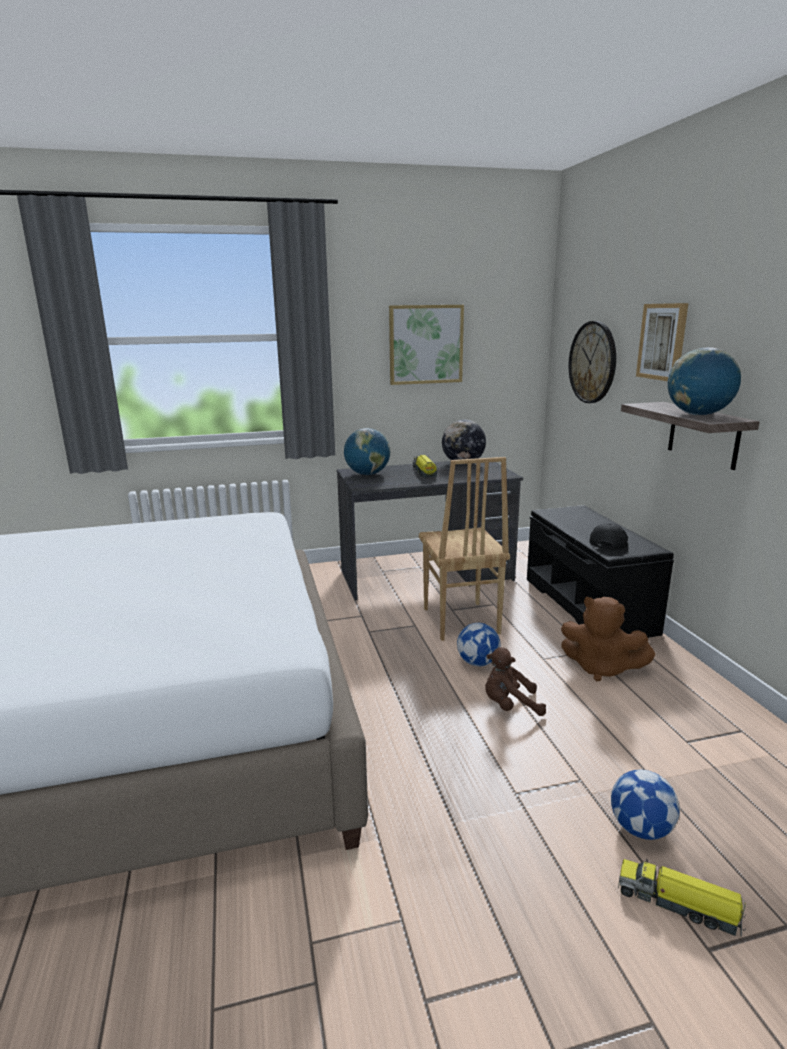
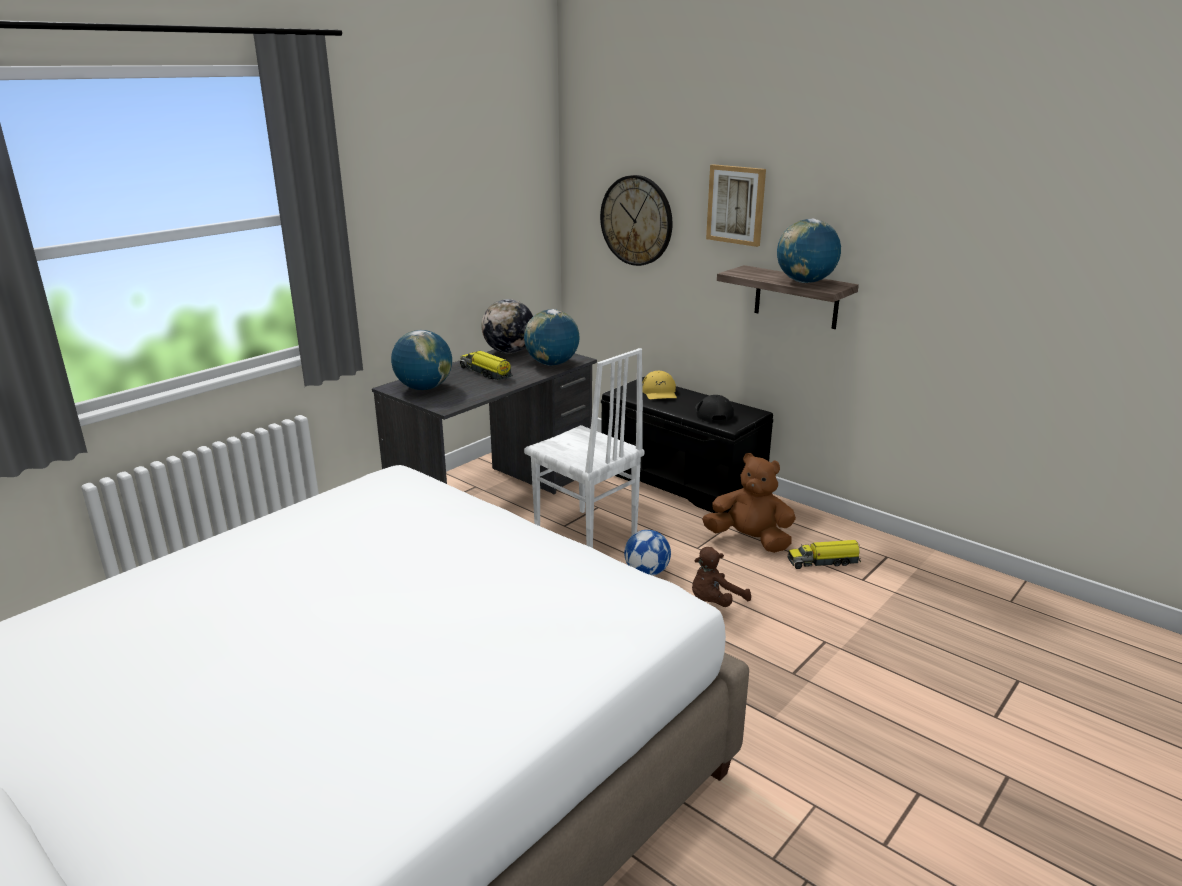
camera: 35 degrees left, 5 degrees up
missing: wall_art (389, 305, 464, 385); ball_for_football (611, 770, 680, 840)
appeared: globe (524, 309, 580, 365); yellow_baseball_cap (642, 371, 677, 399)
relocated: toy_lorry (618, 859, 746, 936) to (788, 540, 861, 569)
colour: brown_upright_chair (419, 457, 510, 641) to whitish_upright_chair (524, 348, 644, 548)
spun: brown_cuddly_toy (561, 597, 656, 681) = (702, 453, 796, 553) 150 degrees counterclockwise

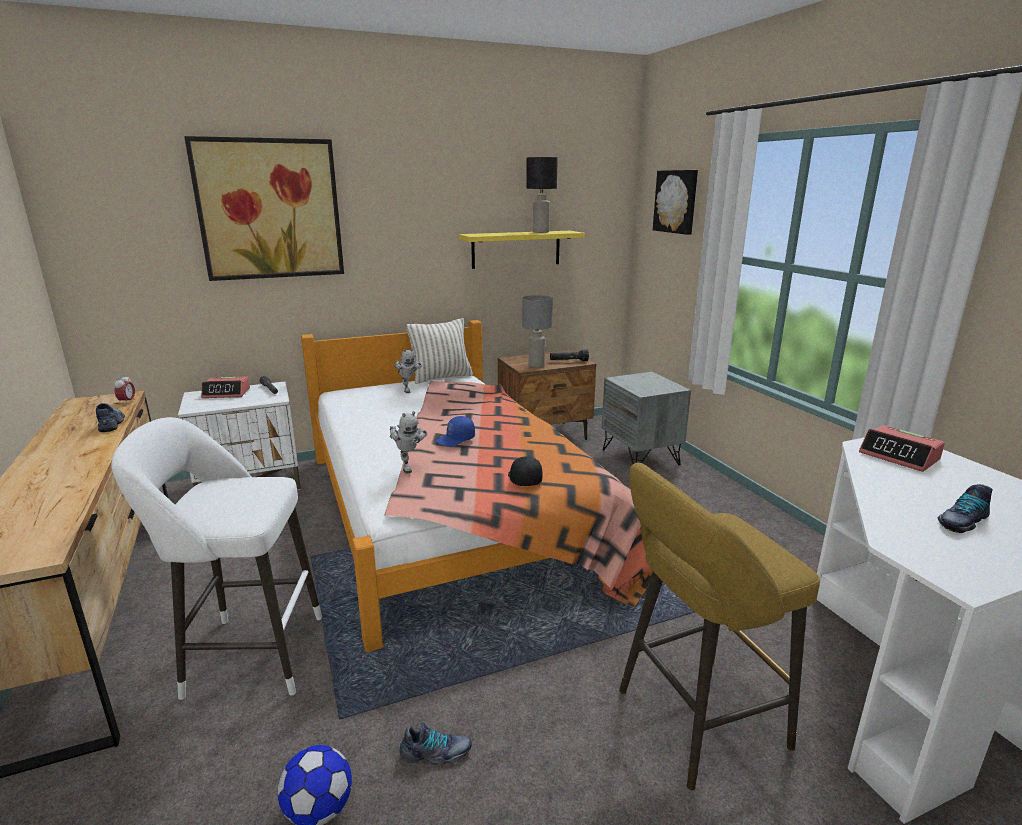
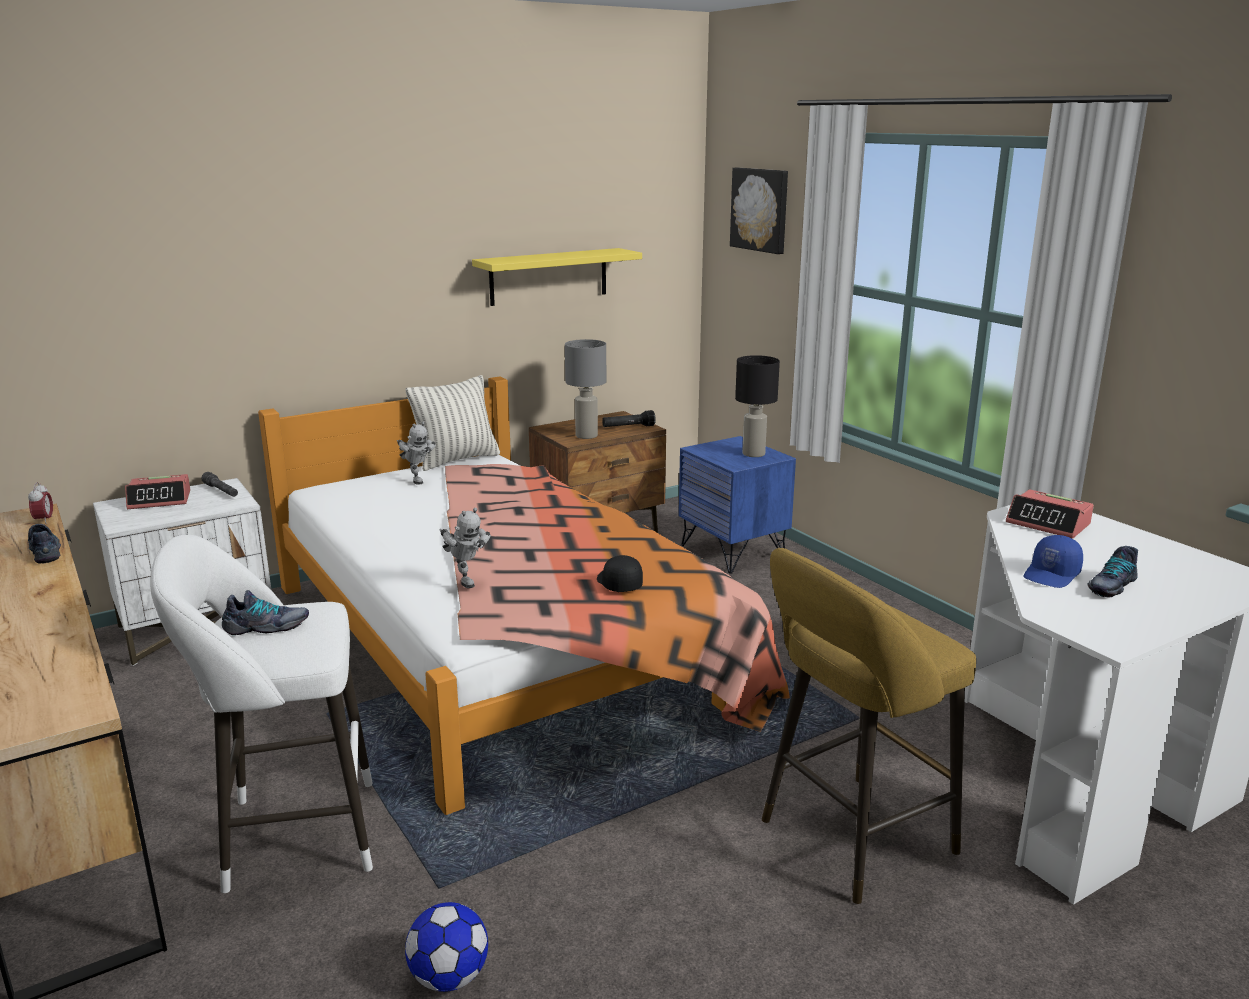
camera: 10 degrees left, 0 degrees up
missing: wall_art (184, 136, 344, 281)
relocated: item_of_footwear (400, 723, 472, 764) to (222, 590, 309, 635); blue-coloured_baseball_cap (436, 416, 475, 447) to (1024, 535, 1083, 588); black-coloured_tabletop_lamp (526, 157, 558, 233) to (735, 355, 780, 457)
colour: gray_nightstand (602, 372, 691, 465) to blue-coloured_nightstand (679, 436, 796, 574)

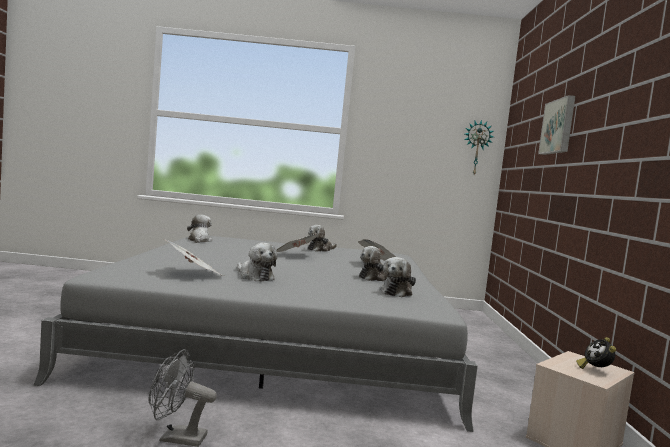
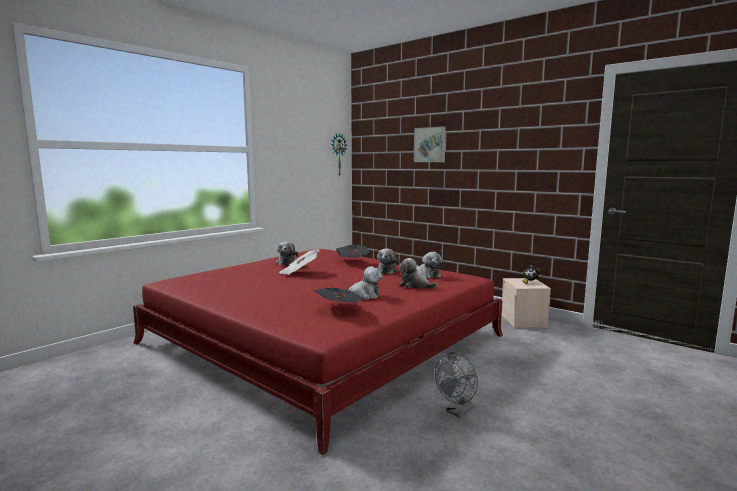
camera: 50 degrees left, 5 degrees up
relocated: cuddly_toy (187, 215, 212, 243) to (399, 258, 437, 288)
colour: gray_sleeping_bed (33, 236, 478, 432) to reddish_sleeping_bed (133, 249, 503, 455)

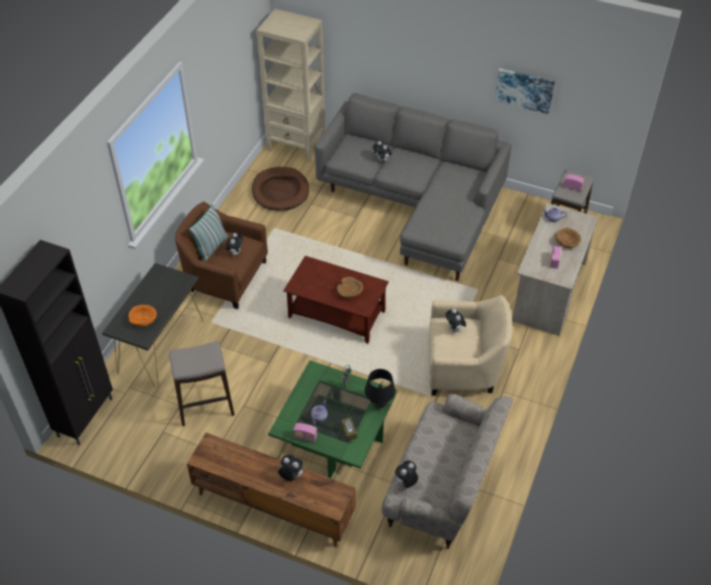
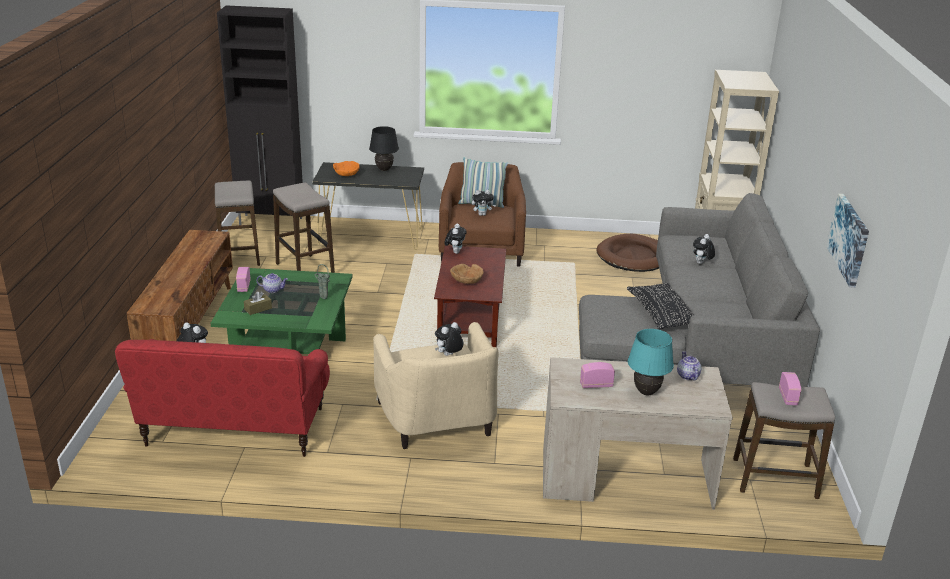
camera: 70 degrees right, 20 degrees down
appeared: stool (215, 181, 260, 266); black-coloured_pillow (627, 283, 694, 330)
relocated: cuddly_toy (278, 455, 304, 481) to (445, 224, 467, 254); black-coloured_tabletop_lamp (365, 369, 396, 408) to (369, 126, 399, 171)
exchanged: brown_serving_bowl (555, 228, 581, 249) to blue-green_tabletop_lamp (628, 329, 674, 395)
colour: sand-coloured_couch (381, 394, 513, 549) to reddish_couch (115, 339, 330, 457)

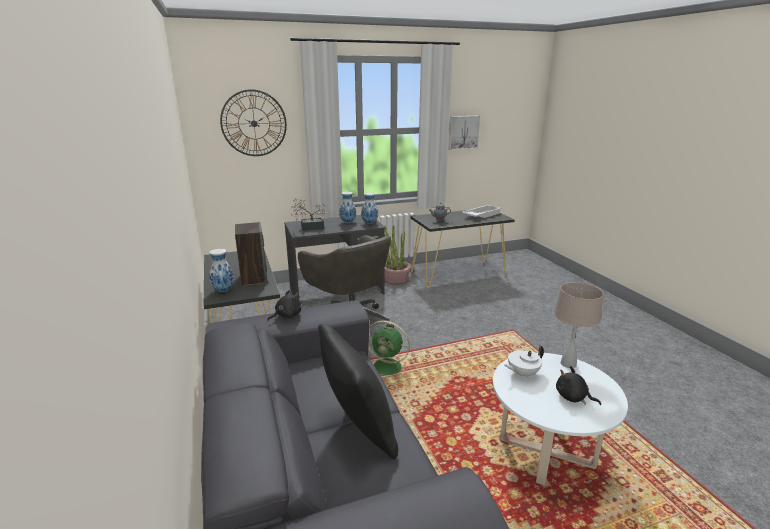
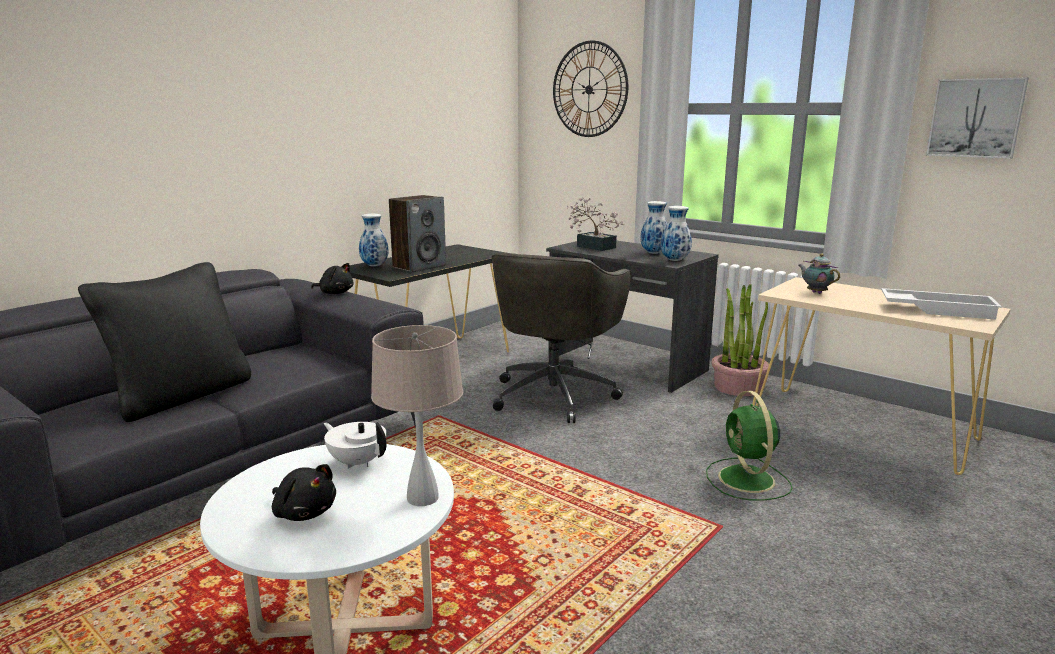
camera: 60 degrees right, 5 degrees down
relocated: green_fan (368, 320, 410, 375) to (706, 391, 793, 501)
colour: black-coloured_narrow_table (410, 210, 515, 288) to sand-coloured_narrow_table (752, 277, 1011, 475)
spun: black-coloured_cuddly_toy (556, 366, 601, 405) = (272, 464, 336, 521) 120 degrees clockwise

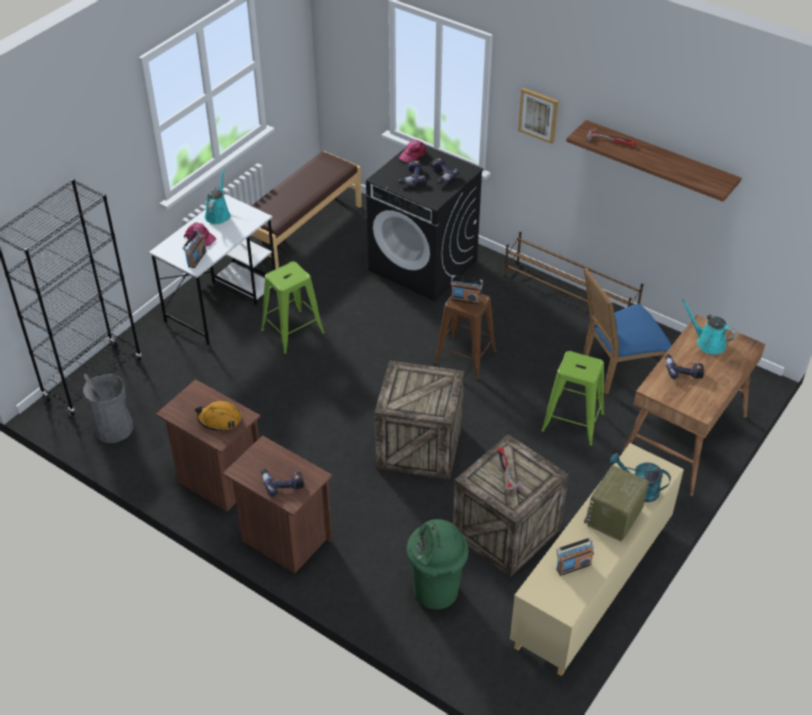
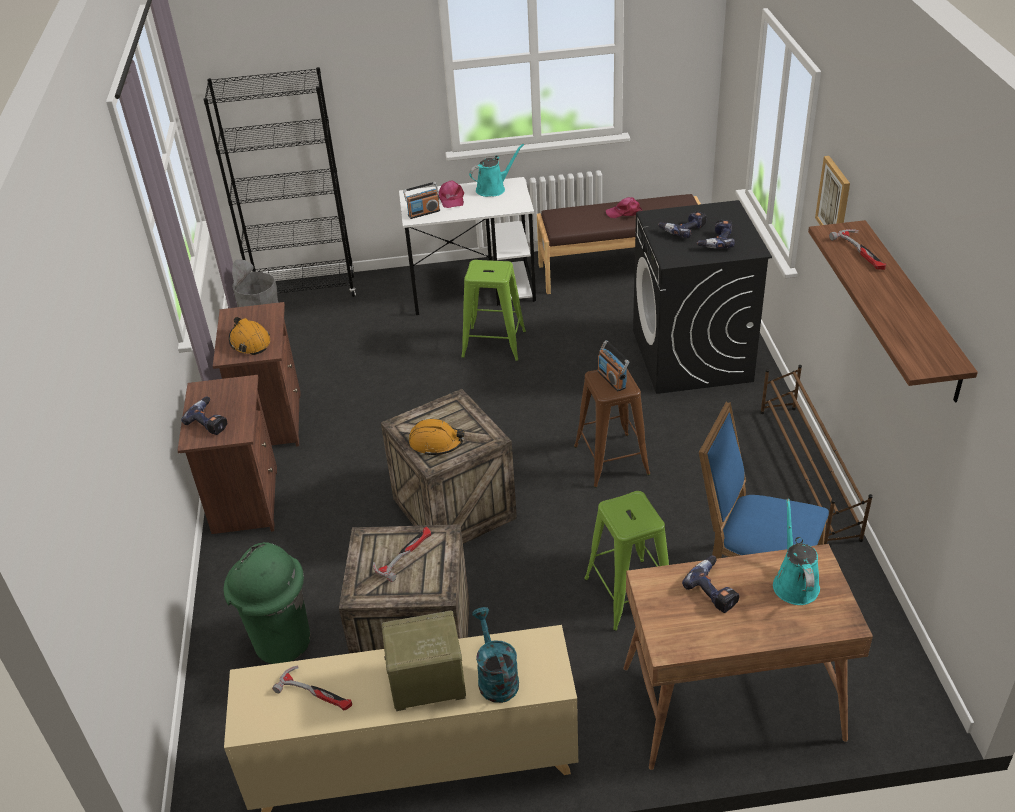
camera: 50 degrees right, 5 degrees down
appeared: orangey_safety_helmet (409, 419, 465, 456)
relocated: pink_baseball_cap (399, 140, 426, 163) to (606, 197, 642, 218)
exchanged: radio_set (556, 538, 594, 576) to hand_hammer (272, 665, 352, 710)

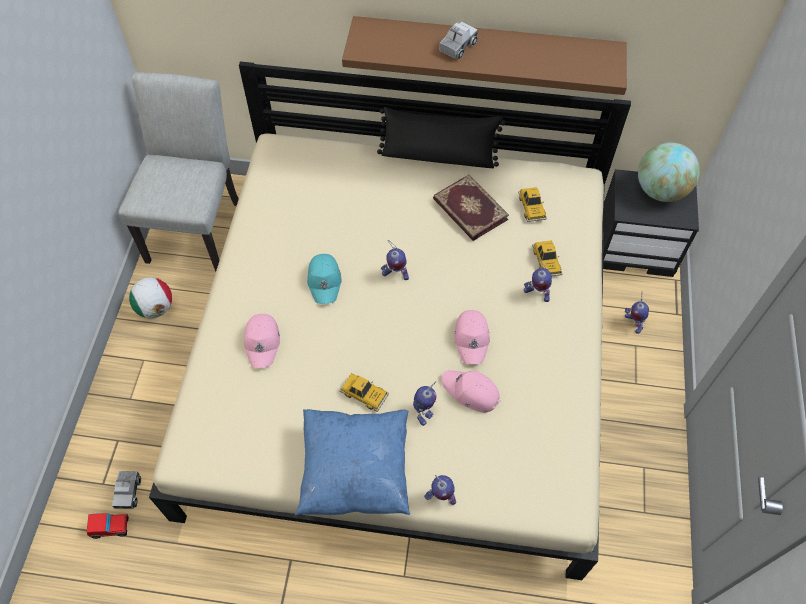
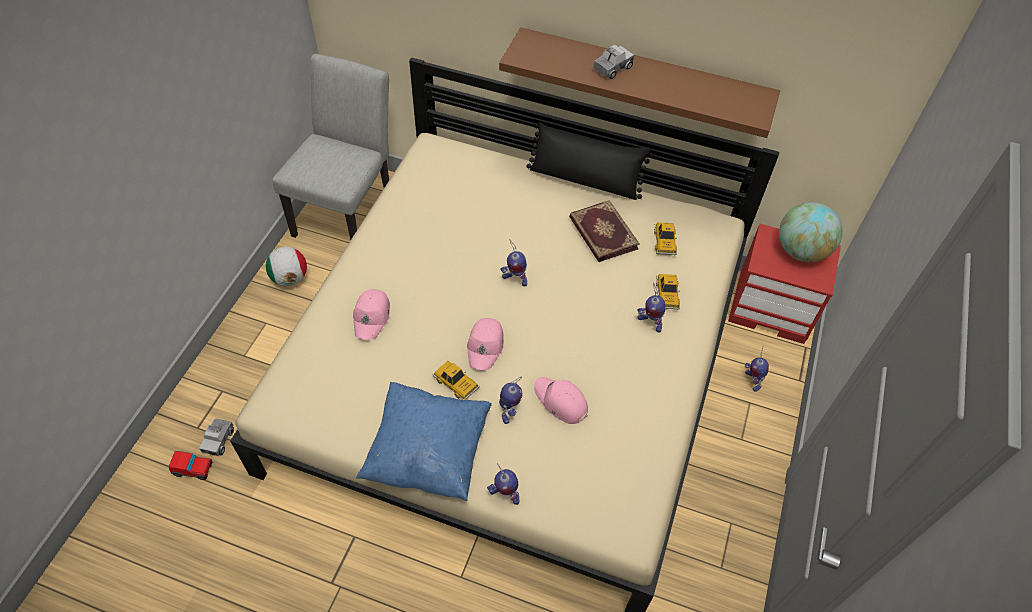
camera: 10 degrees right, 5 degrees down
missing: blue-green_baseball_cap (307, 254, 342, 304)
relocated: pink_baseball_cap (454, 310, 490, 364) to (467, 318, 504, 370)
colour: black-coloured_nightstand (603, 169, 699, 277) to reddish_nightstand (728, 224, 841, 344)

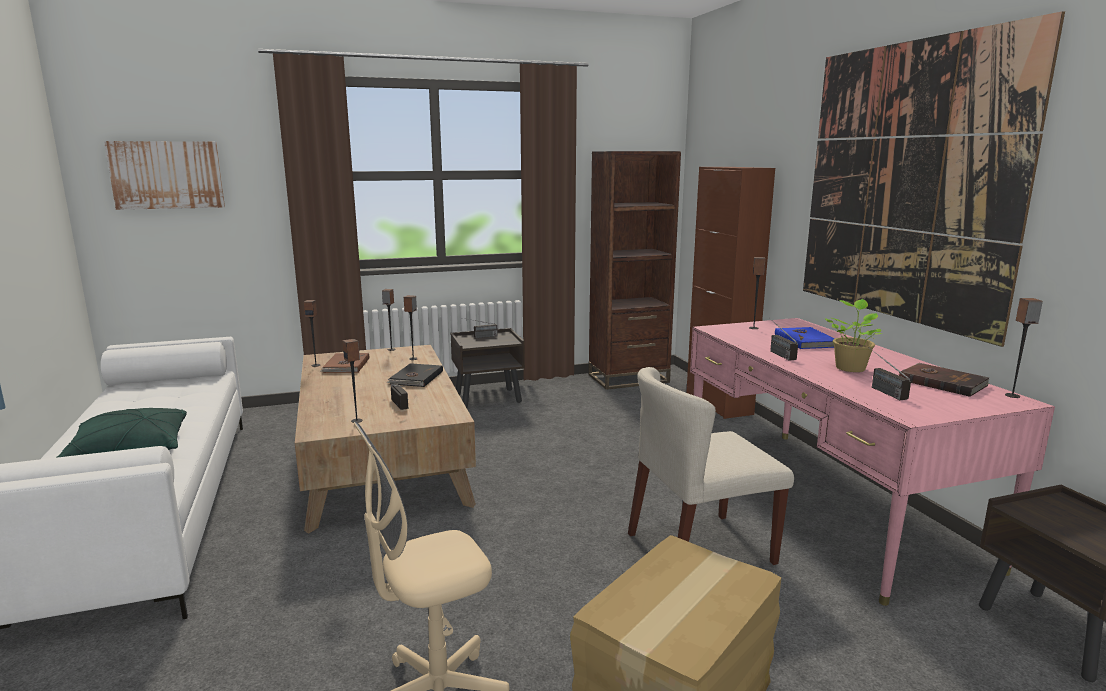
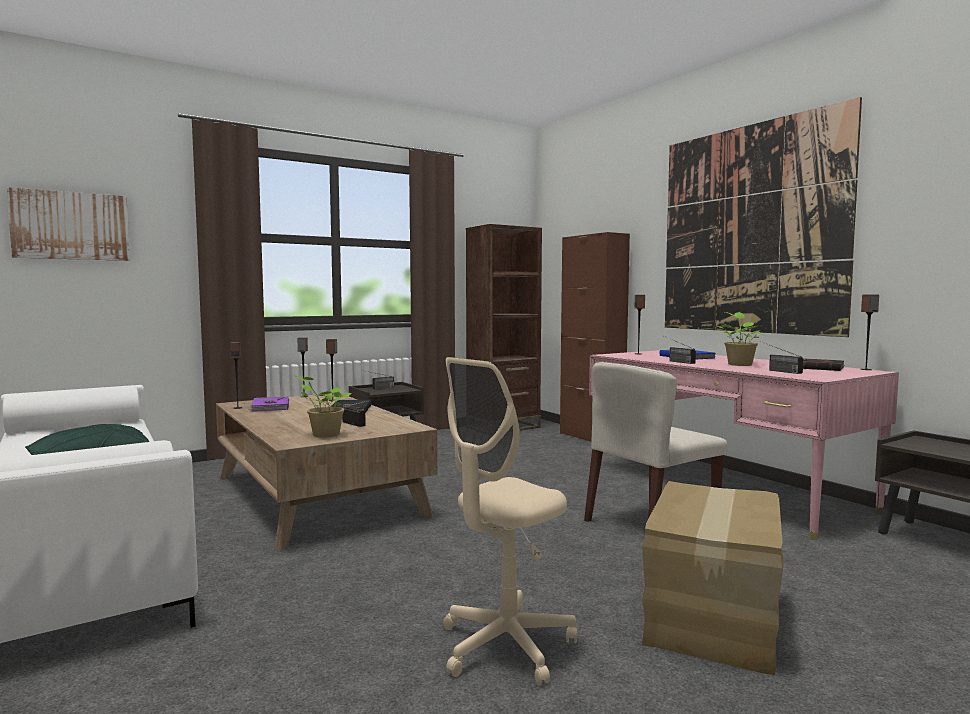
camera: 15 degrees left, 10 degrees down
exchanged: audio_speaker (343, 339, 363, 423) to potted_plant (294, 375, 351, 438)
colour: brown_volume (320, 353, 369, 373) to purple_volume (248, 396, 289, 412)

